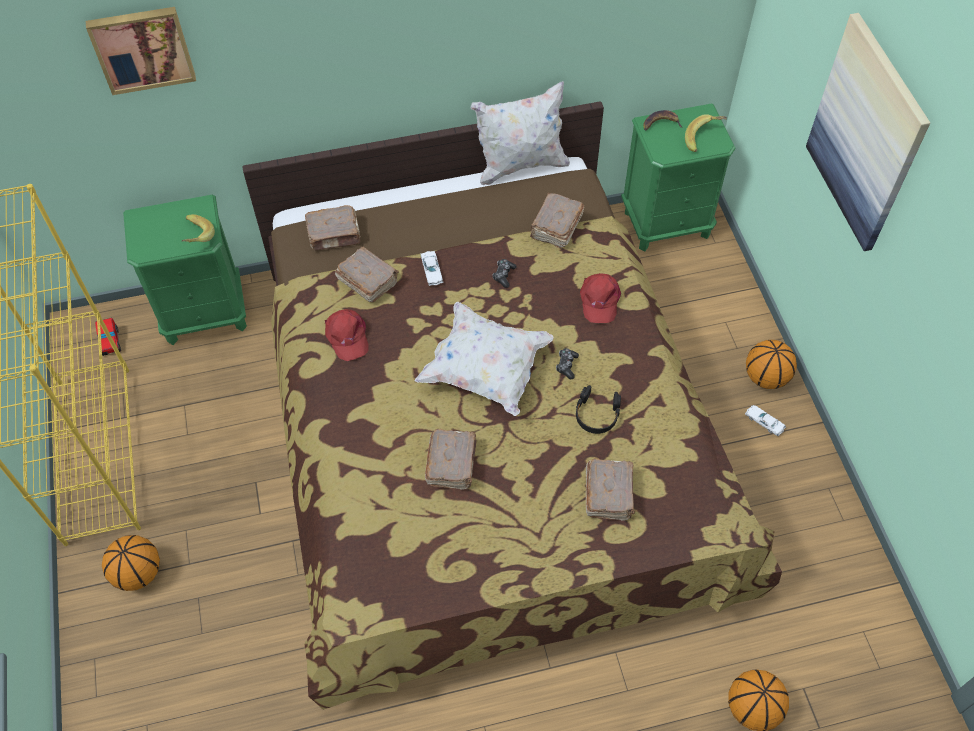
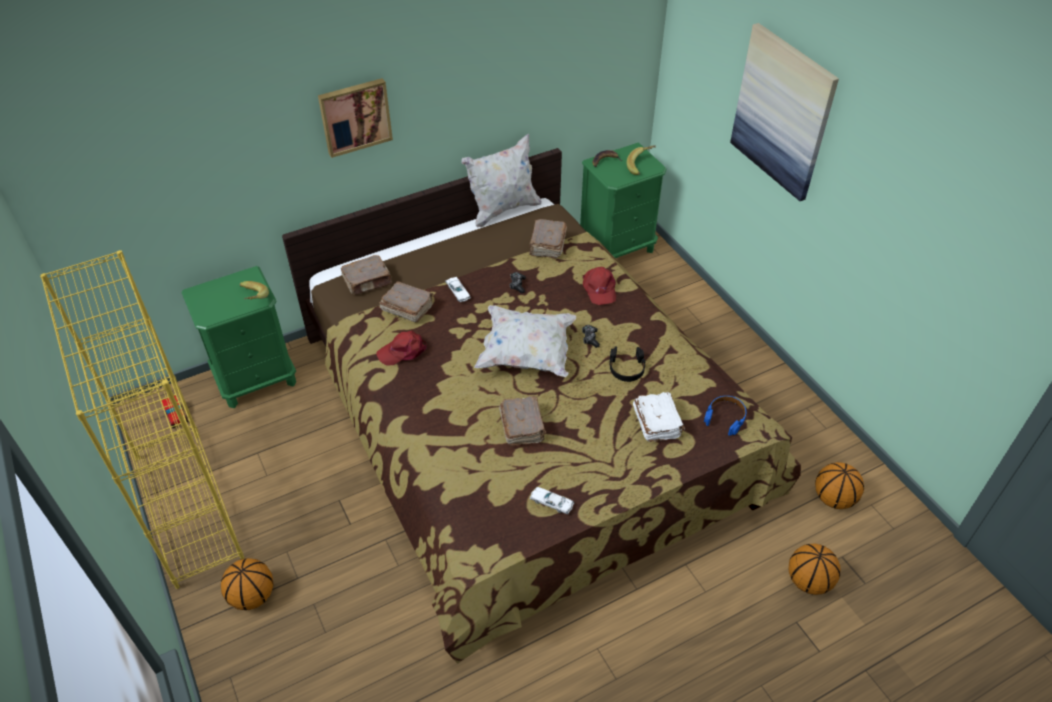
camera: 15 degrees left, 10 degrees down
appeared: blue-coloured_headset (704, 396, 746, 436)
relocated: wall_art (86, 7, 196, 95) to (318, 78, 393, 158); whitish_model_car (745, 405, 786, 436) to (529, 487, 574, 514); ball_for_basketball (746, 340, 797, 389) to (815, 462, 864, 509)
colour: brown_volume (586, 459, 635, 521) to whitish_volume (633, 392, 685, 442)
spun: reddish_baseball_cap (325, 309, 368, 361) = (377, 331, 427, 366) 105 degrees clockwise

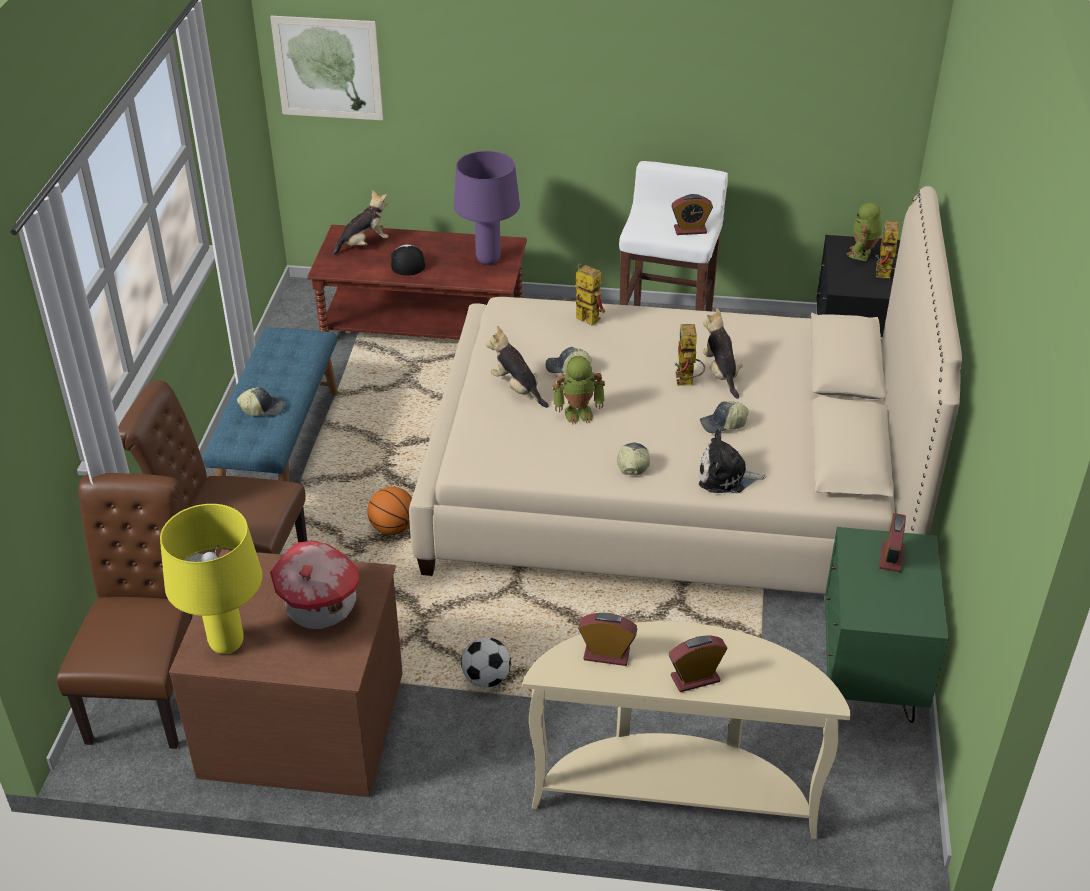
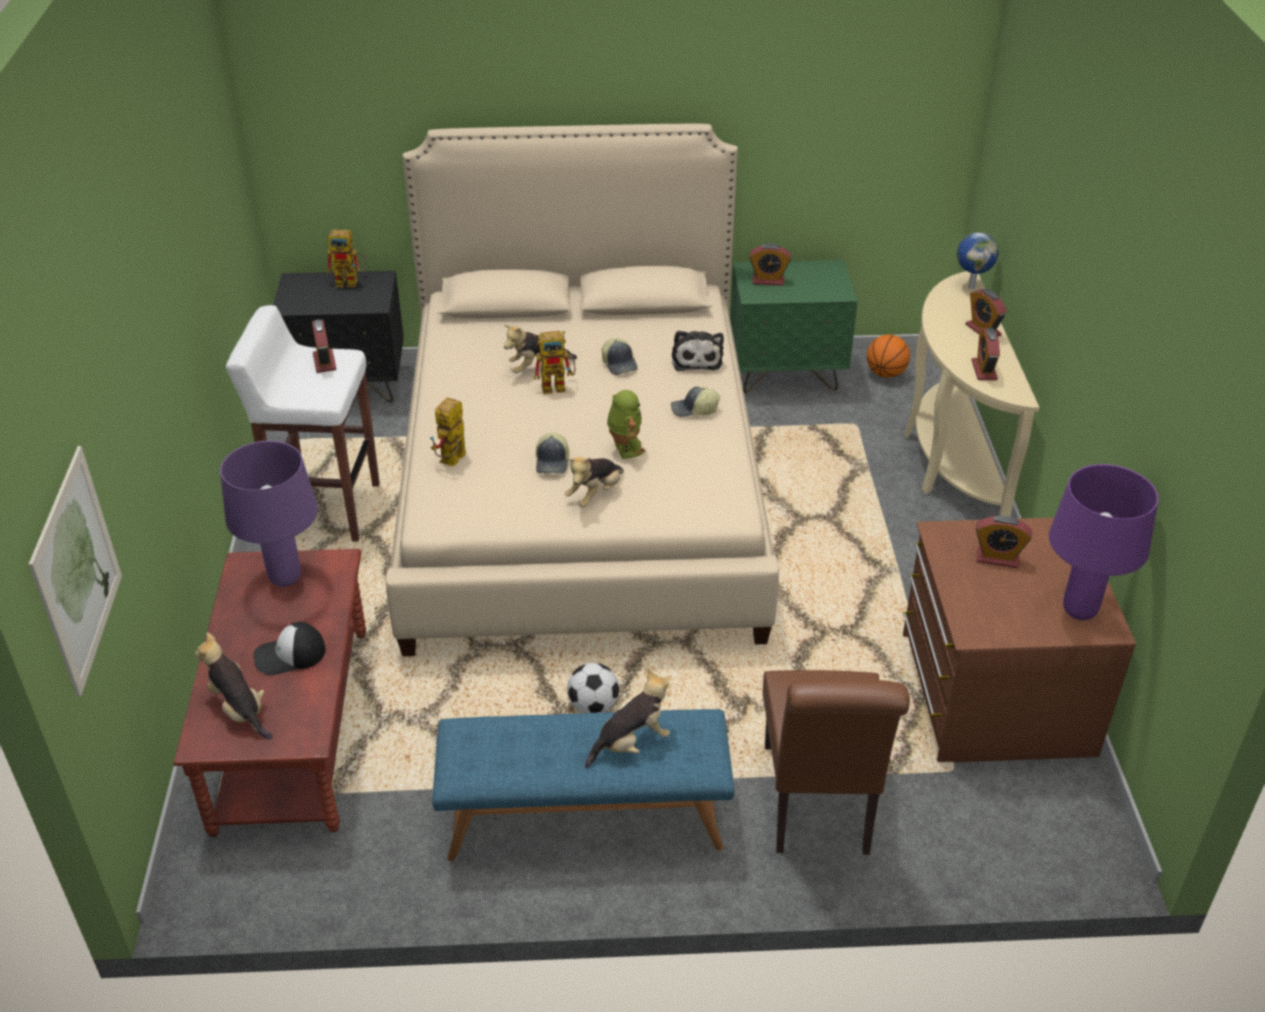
camera: 100 degrees left, 0 degrees up
missing: brown_upright_chair (57, 473, 193, 749); robot_figure (846, 203, 882, 261)
appeared: globe (957, 232, 999, 289)
relocated: ball_for_basketball (367, 487, 412, 535) to (867, 335, 910, 378); ball_for_football (461, 637, 511, 688) to (567, 663, 619, 713)
exchanged: baseball_cap (237, 387, 285, 416) to cuddly_toy (585, 669, 671, 768); model_house (270, 541, 359, 629) to alarm_clock (976, 516, 1032, 568)
colour: yellow_tabletop_lamp (160, 504, 263, 654) to purple_tabletop_lamp (1049, 464, 1159, 620)

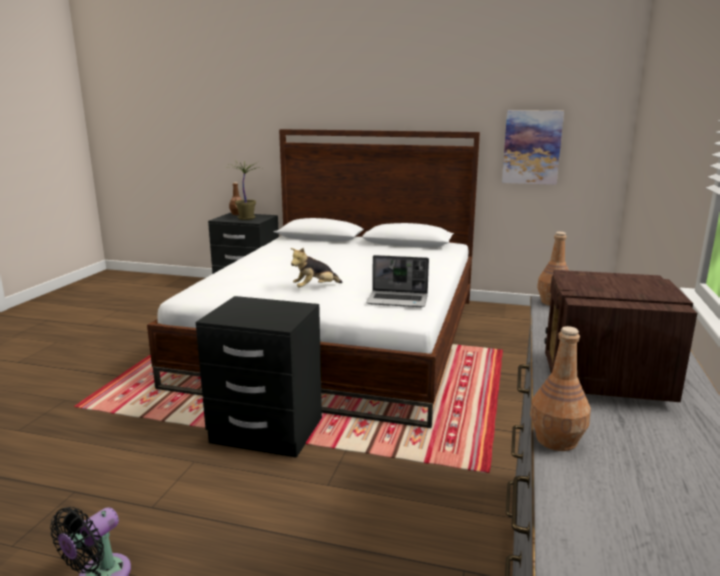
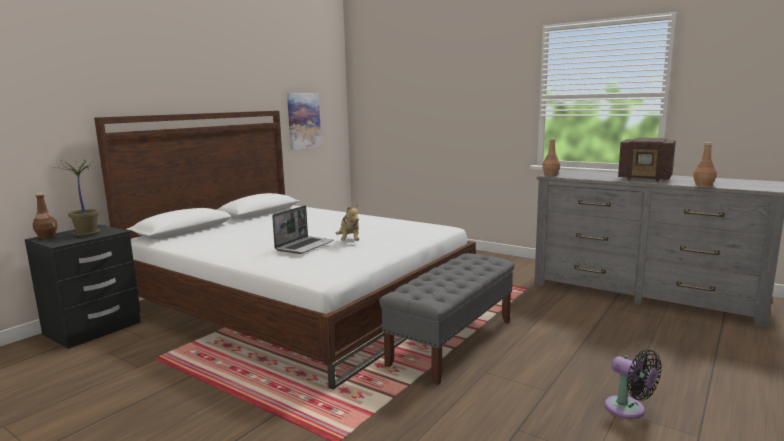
camera: 70 degrees left, 5 degrees down
relocated: notebook_computer (366, 255, 429, 307) to (272, 206, 334, 254)
exchanged: black-coloured_nightstand (196, 296, 322, 458) to gray_long_seat (379, 253, 515, 385)

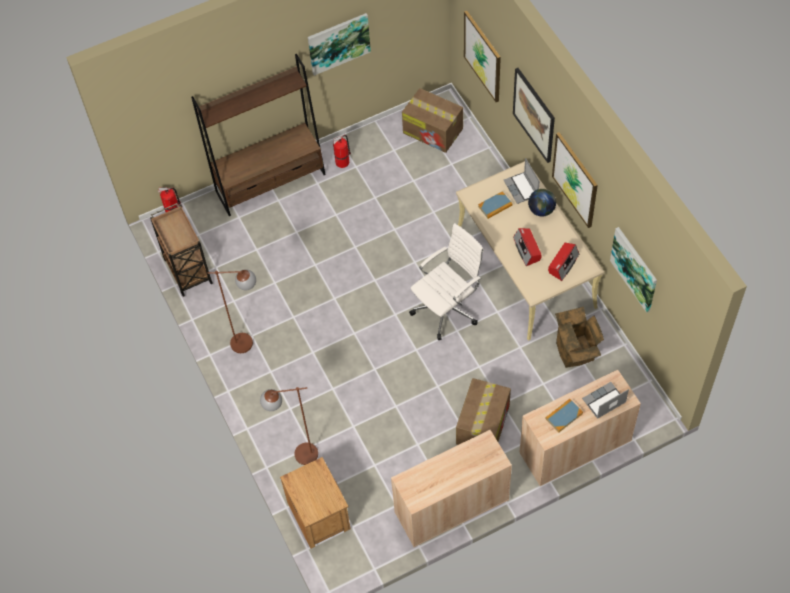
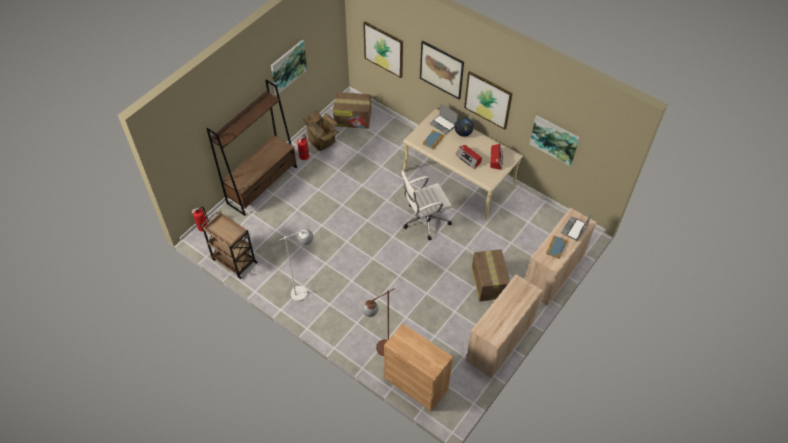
camera: 30 degrees left, 5 degrees down
relocated: carton (555, 306, 604, 368) to (302, 110, 339, 151)
exchanged: brown_nightstand (280, 457, 351, 549) to brown_storage_cabinet (384, 323, 453, 411)
colour: brown_floor_lamp (207, 269, 256, 353) to whitish_floor_lamp (279, 229, 313, 301)
spun: whitish_office_chair (409, 223, 484, 340) = (401, 170, 452, 240) 135 degrees counterclockwise

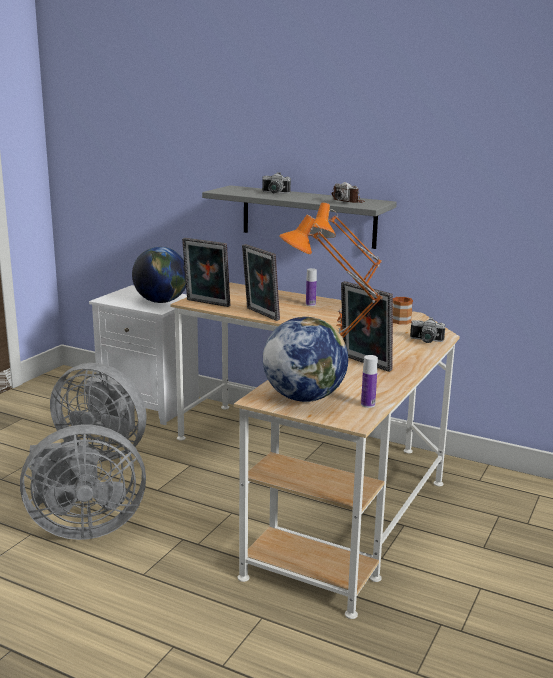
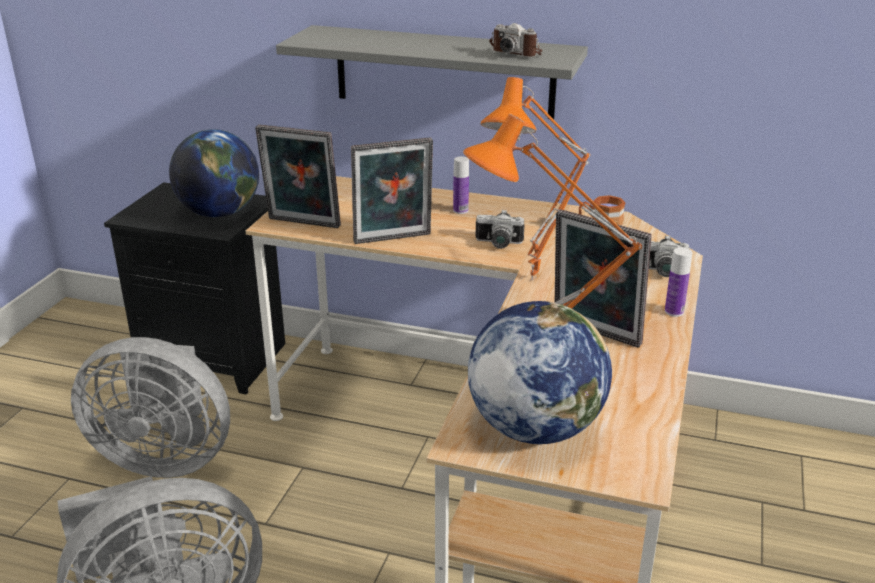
camera: 10 degrees left, 10 degrees up
relocated: still_camera (262, 172, 291, 194) to (475, 209, 524, 249); bottle (361, 355, 378, 408) to (665, 248, 692, 317)
colour: whitish_nightstand (89, 285, 199, 425) to black-coloured_nightstand (104, 182, 285, 395)
spun: standing_frame (242, 244, 280, 321) = (351, 137, 433, 244) 60 degrees counterclockwise

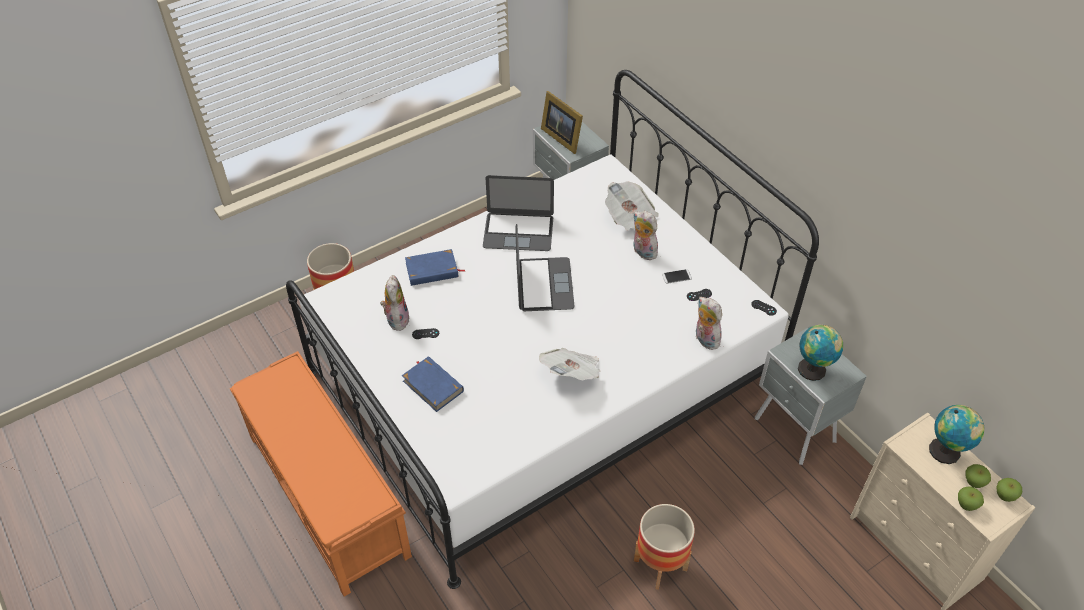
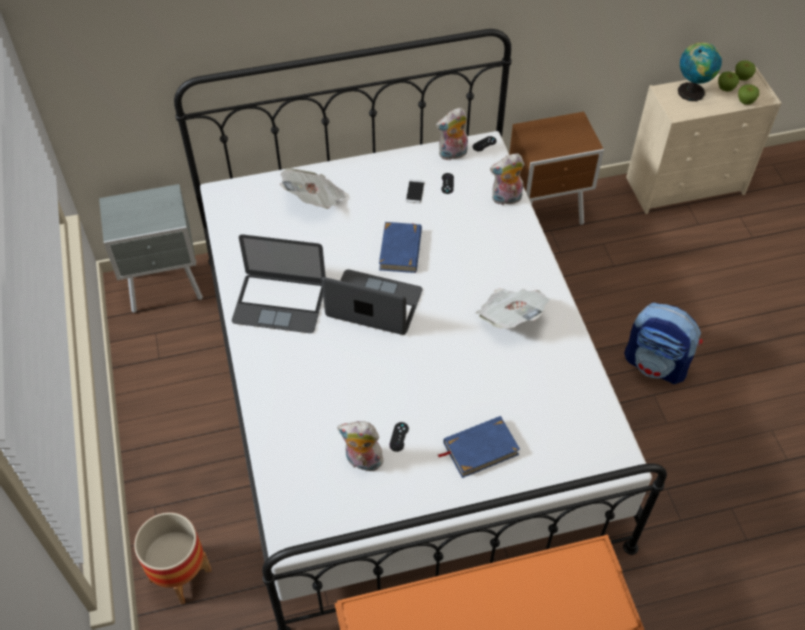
camera: 70 degrees left, 5 degrees up
missing: standing_frame (541, 91, 583, 154); globe (798, 325, 843, 381)
relocated: blue-coloured_volume (405, 249, 465, 286) to (379, 222, 422, 273); cuddly_toy (633, 211, 658, 260) to (436, 108, 468, 161)
exchanged: flower_pot (634, 504, 695, 590) to backpack (624, 303, 703, 384)
colour: gray_nightstand (755, 326, 867, 465) to brown_nightstand (509, 112, 604, 225)
spun: notebook_computer (483, 175, 554, 251) = (232, 234, 326, 333) 75 degrees clockwise

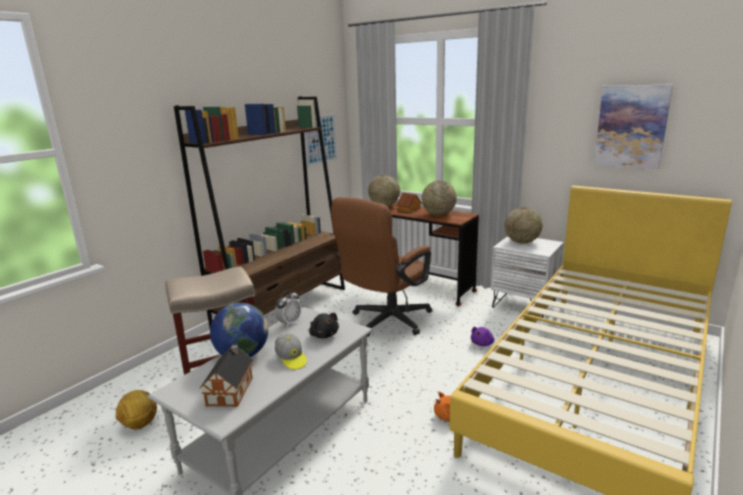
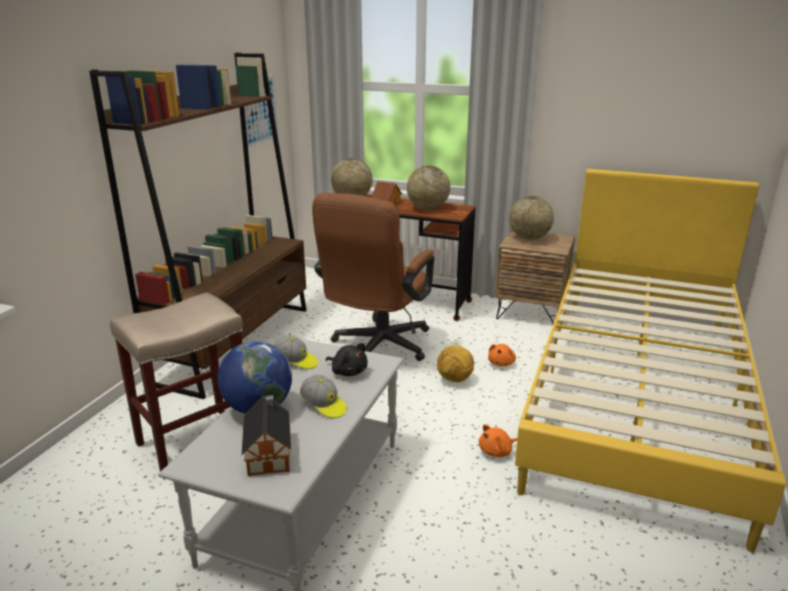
camera: 15 degrees left, 5 degrees up
missing: wall_art (594, 84, 673, 170)
relocated: ball_for_football (115, 390, 157, 429) to (437, 345, 474, 382)
exchanged: alarm_clock (275, 290, 302, 328) to baseball_cap (274, 335, 318, 369)
colour: purple_cuddly_toy (471, 327, 495, 346) to orangey_cuddly_toy (488, 344, 516, 366); whitish_nightstand (491, 237, 564, 318) to brown_nightstand (496, 232, 575, 324)

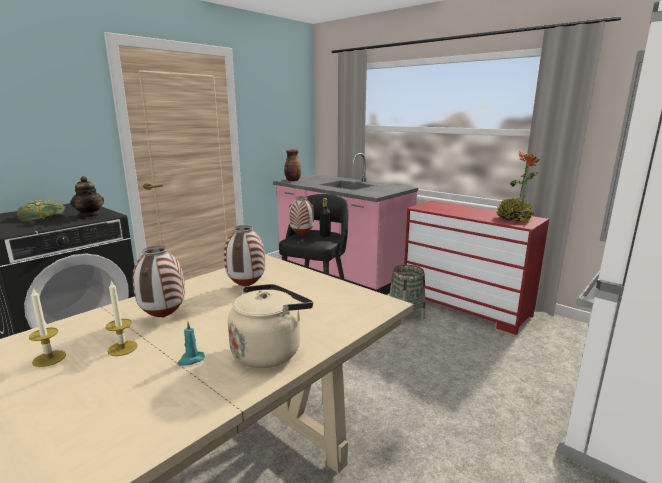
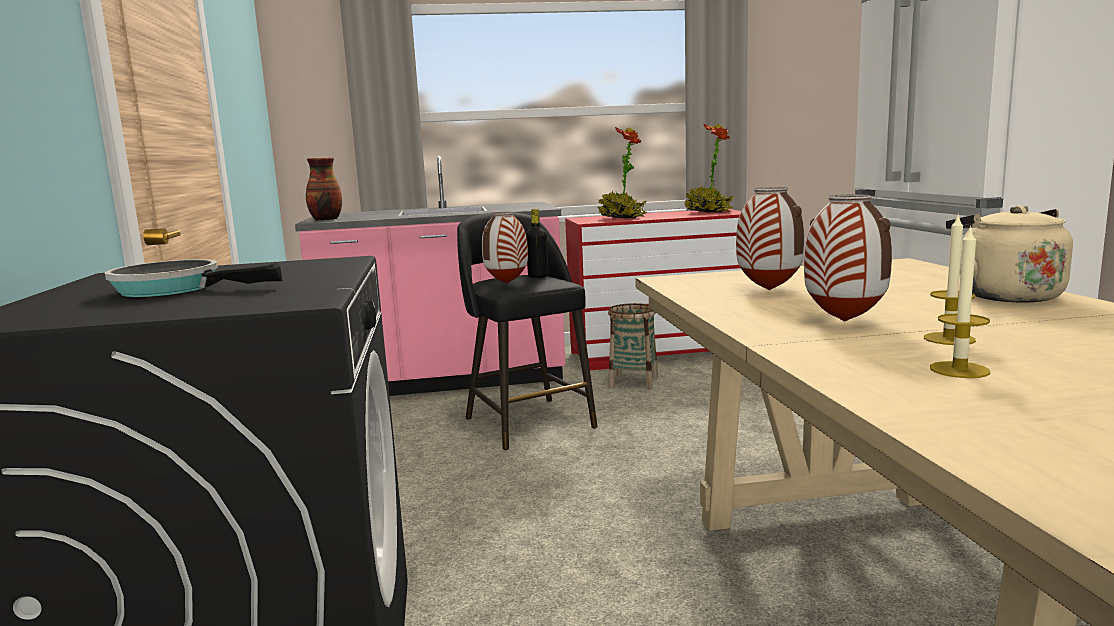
camera: 50 degrees left, 5 degrees down
missing: pot_for_tea (70, 176, 104, 217); blue-green_wax_light (177, 321, 205, 366)
appeared: potted_plant (598, 127, 648, 218)
exchanged: bakery_bread (16, 200, 66, 222) to pan (105, 259, 282, 297)

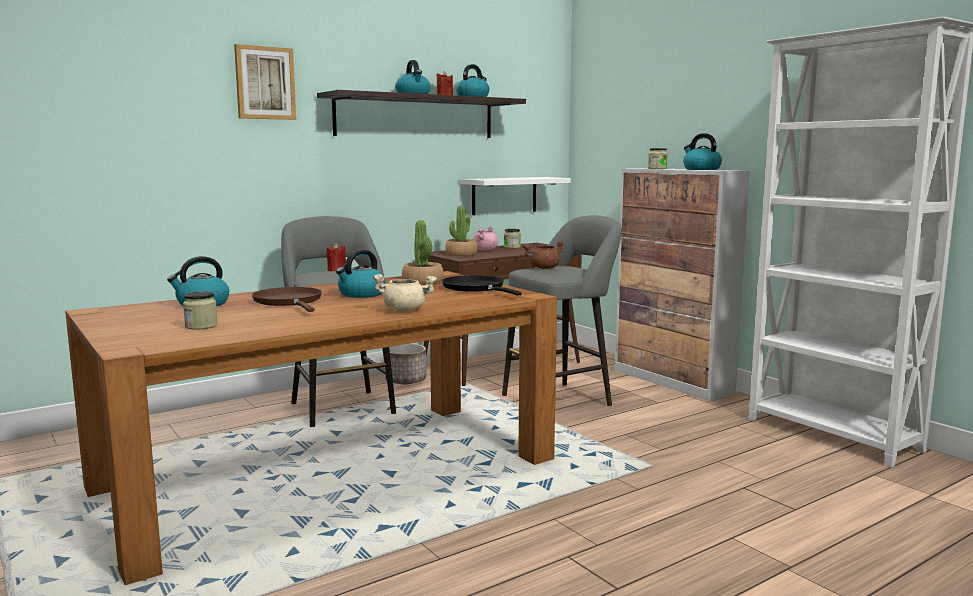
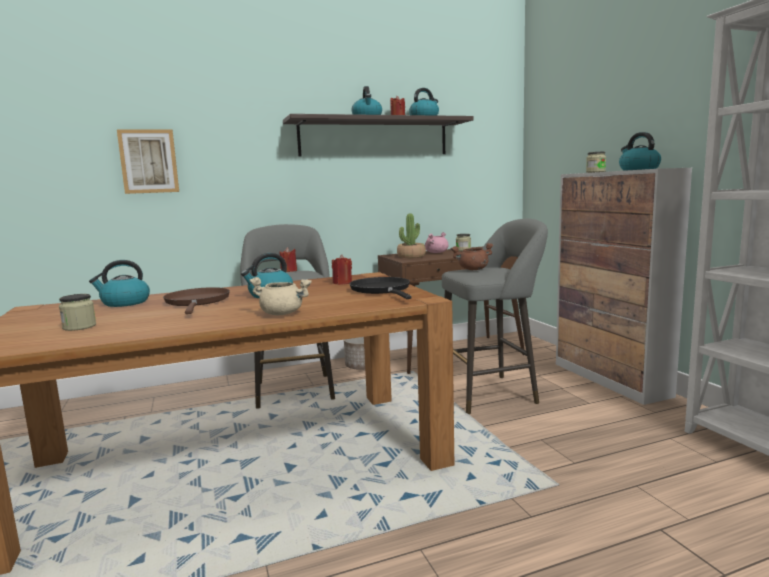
camera: 15 degrees right, 0 degrees up
missing: whitish_bracket_shelf (461, 177, 571, 215)
relocated: wall_art (234, 44, 296, 120) to (117, 129, 179, 194)
exchanged: potted_plant (402, 220, 443, 285) to reddish_wax_light (332, 255, 352, 285)

